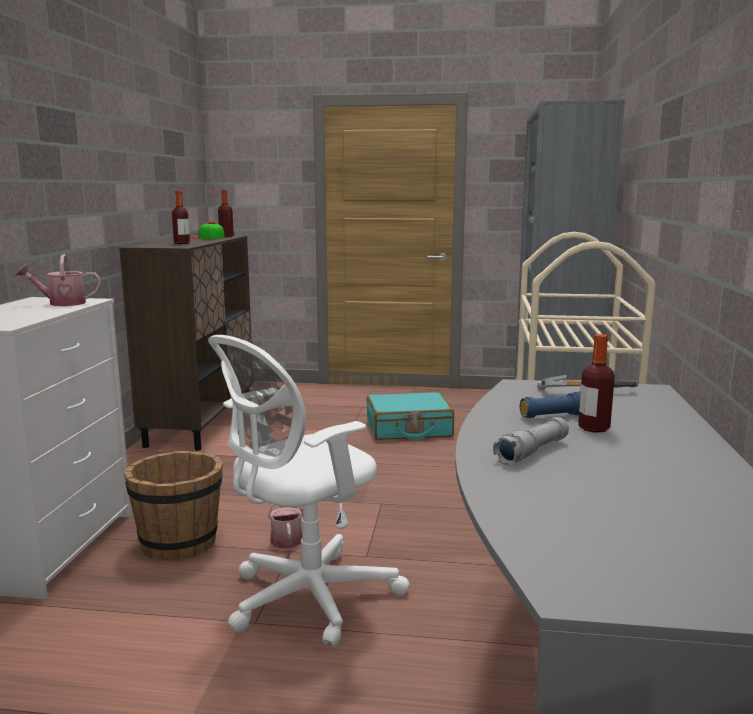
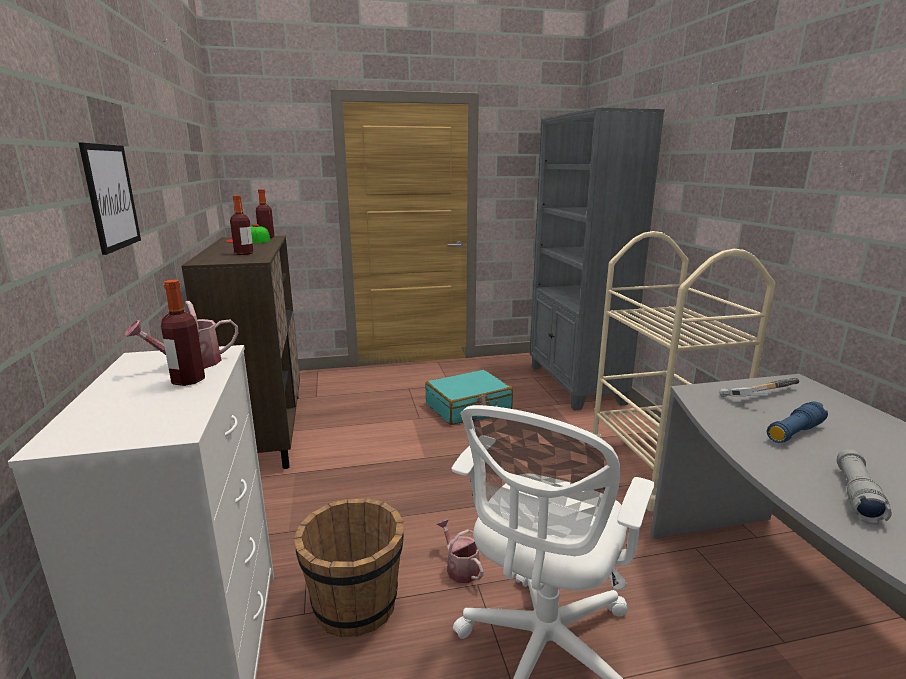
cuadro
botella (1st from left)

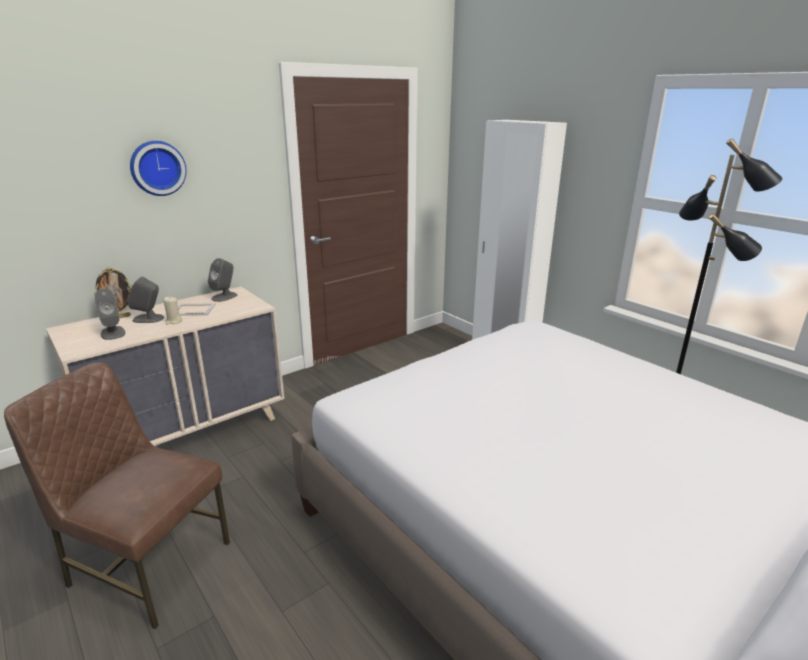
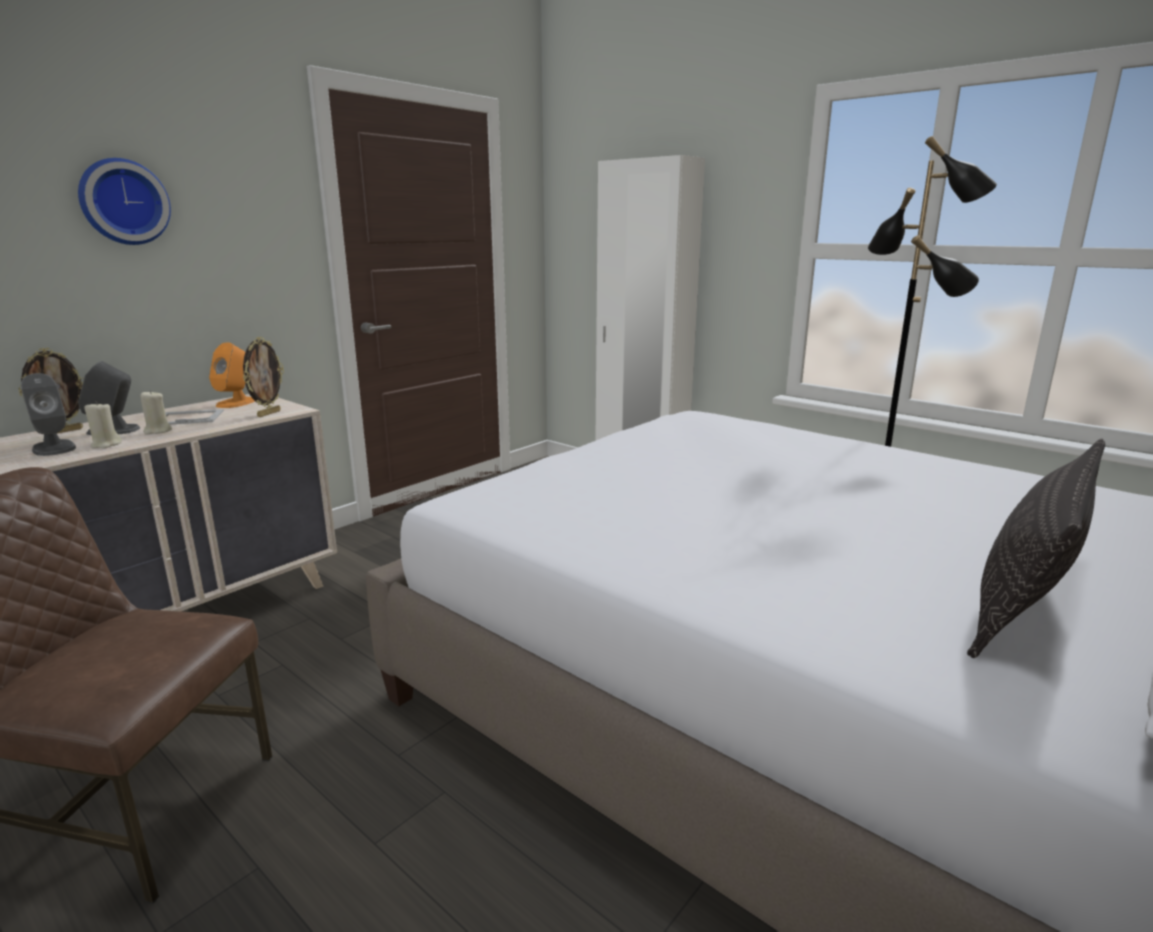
vela/beis (1st from left)
portarretratos (3rd from left)
cojín
altavoz/naranja

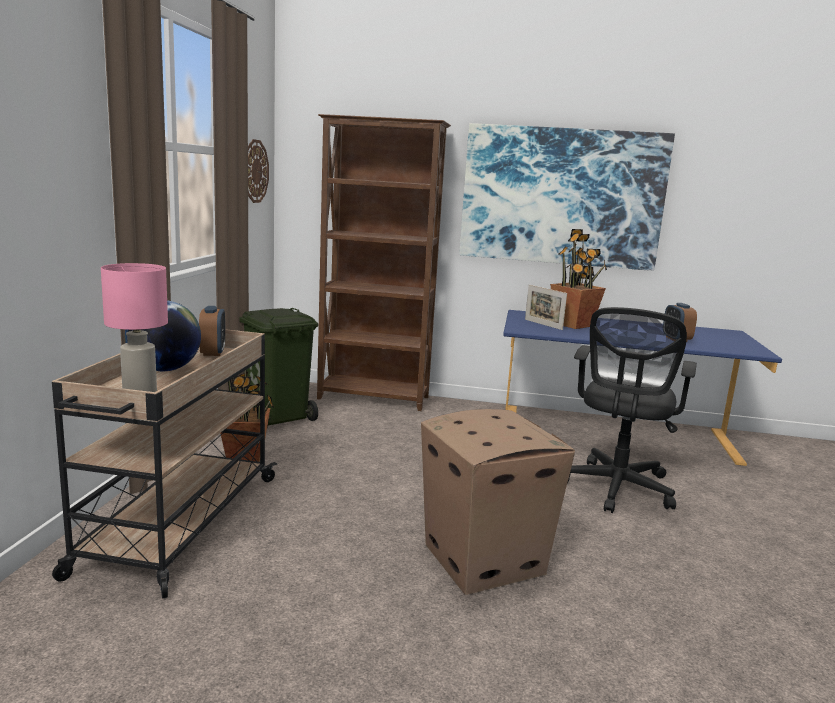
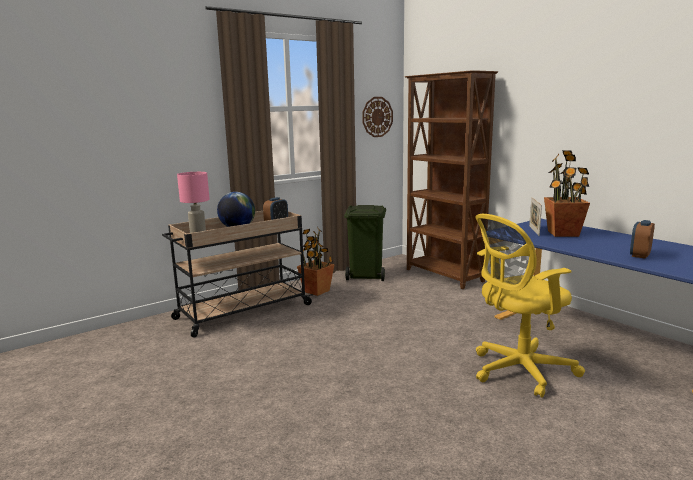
caja de cartón
cuadro
silla de oficina/amarillo

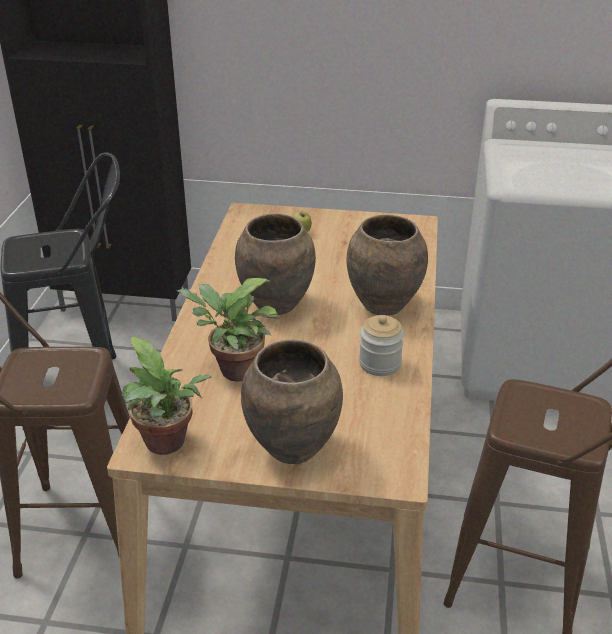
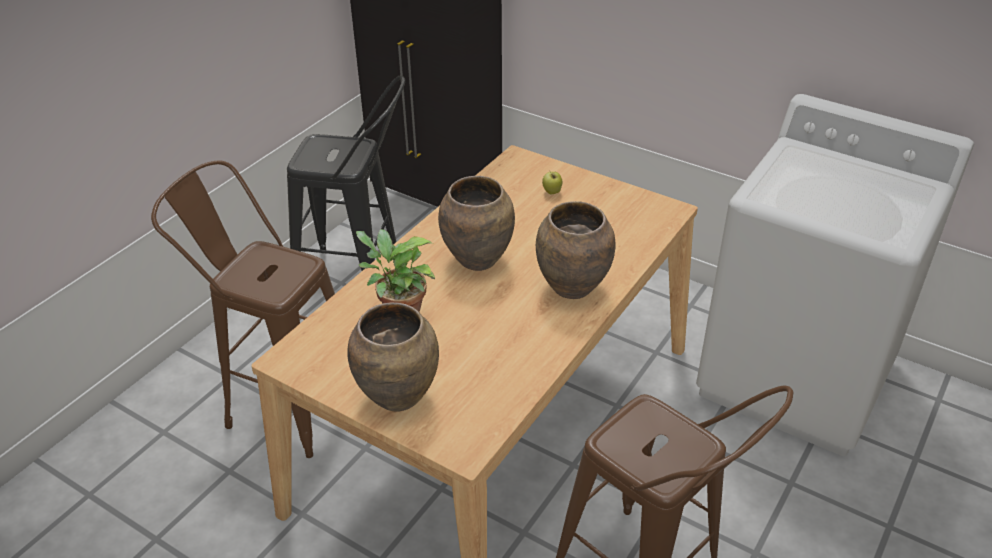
planta en maceta (1st from left in the first image)
tarro

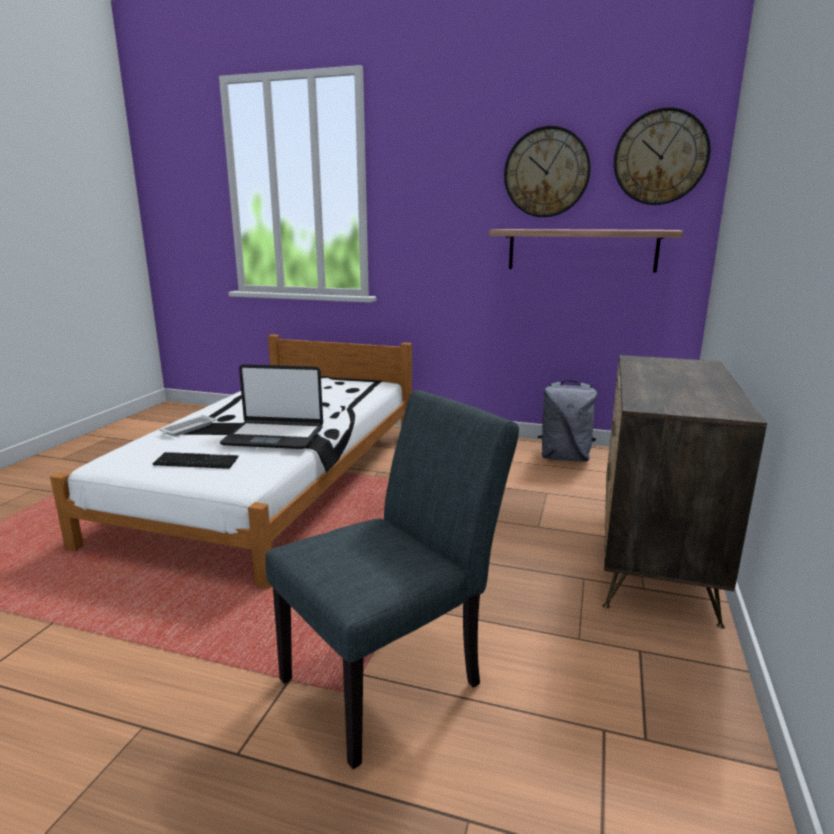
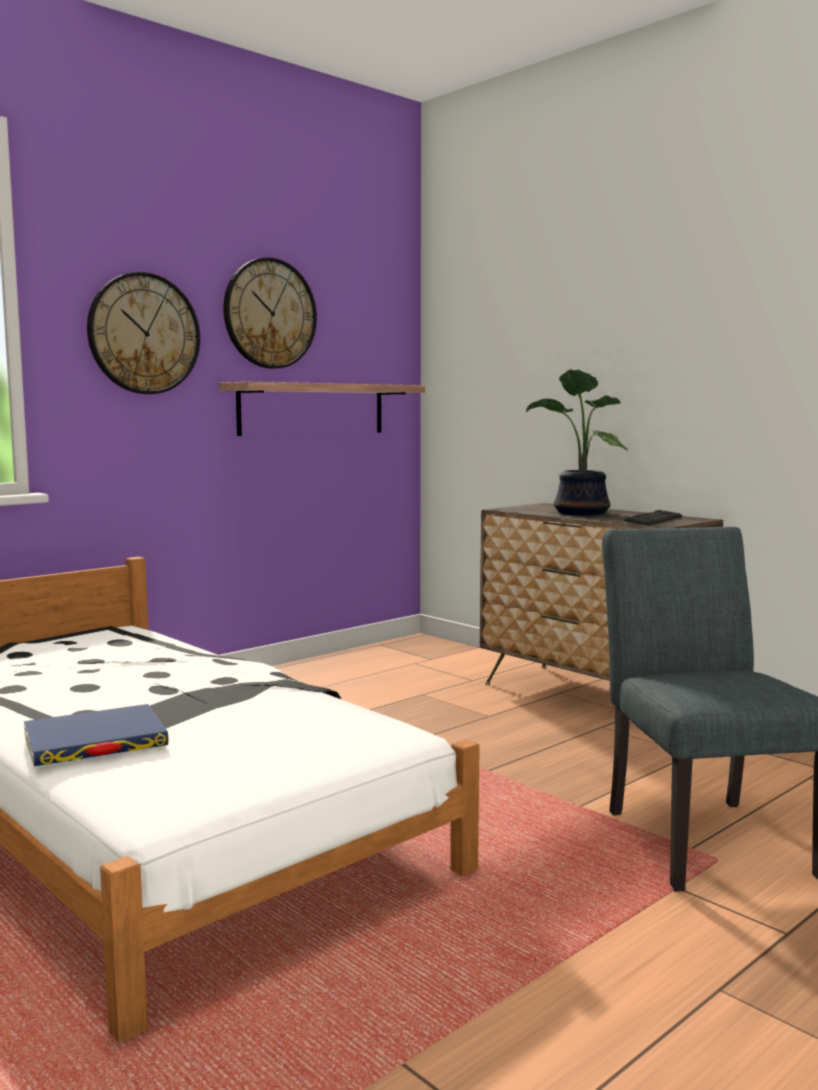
portátil
mochila/gris
planta en maceta
teclado
reloj de pared (1st from left)
libro/azul

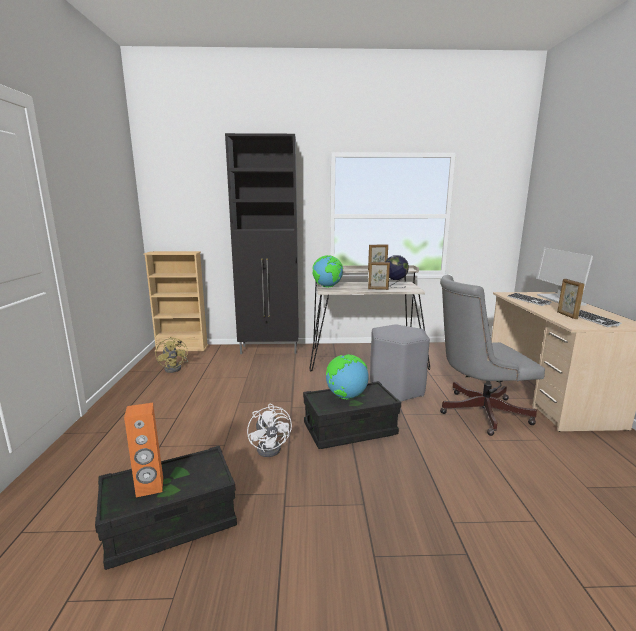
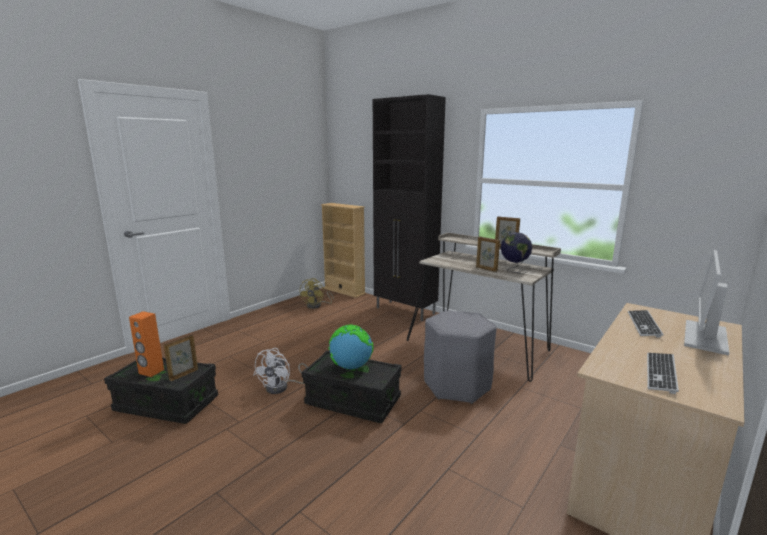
globo terráqueo (1st from left in the first image)
silla de oficina/gris
portarretratos (1st from left)

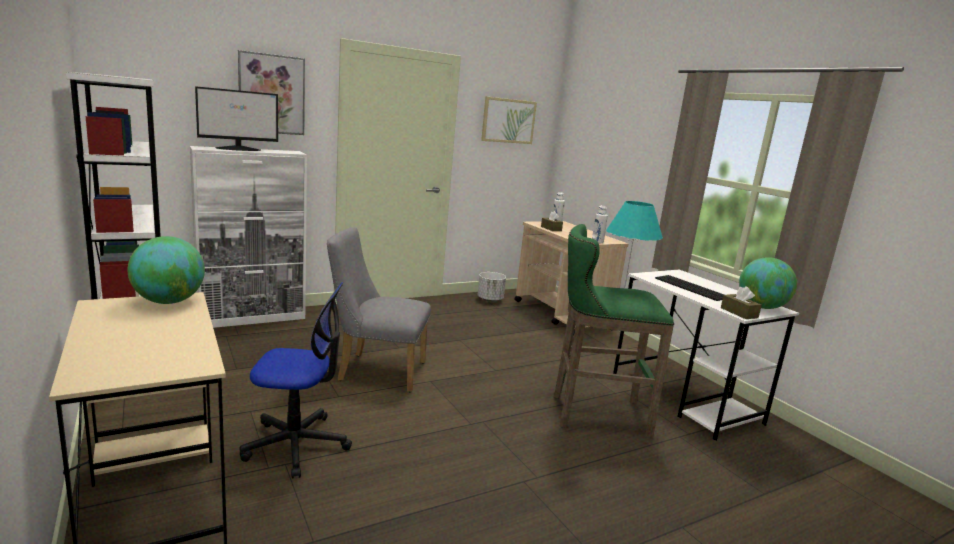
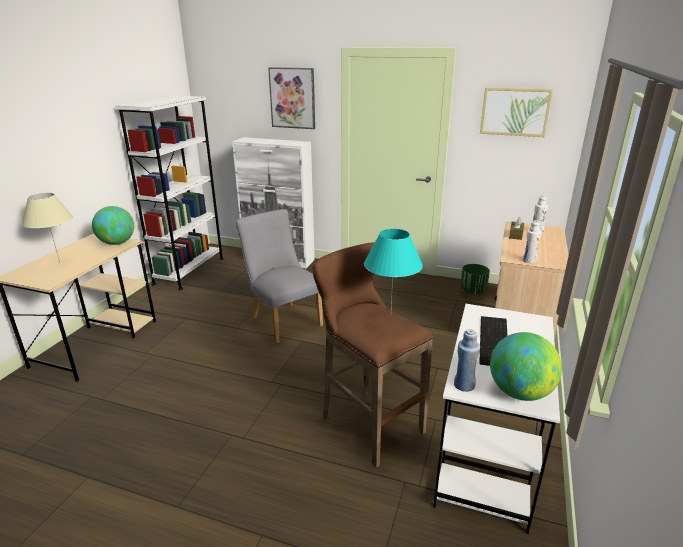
monitor
silla de oficina
lámpara de mesa/beis
botella/azul
maceta/verde
taburete/marrón

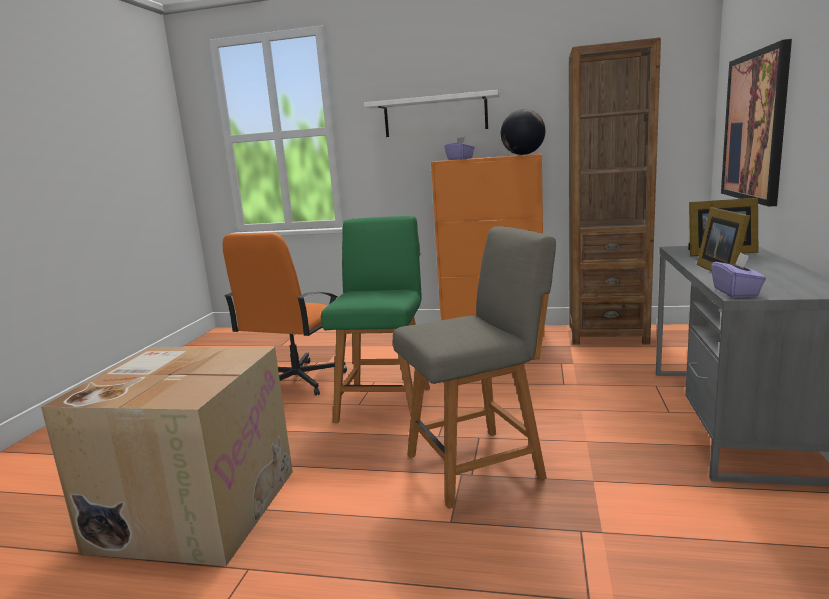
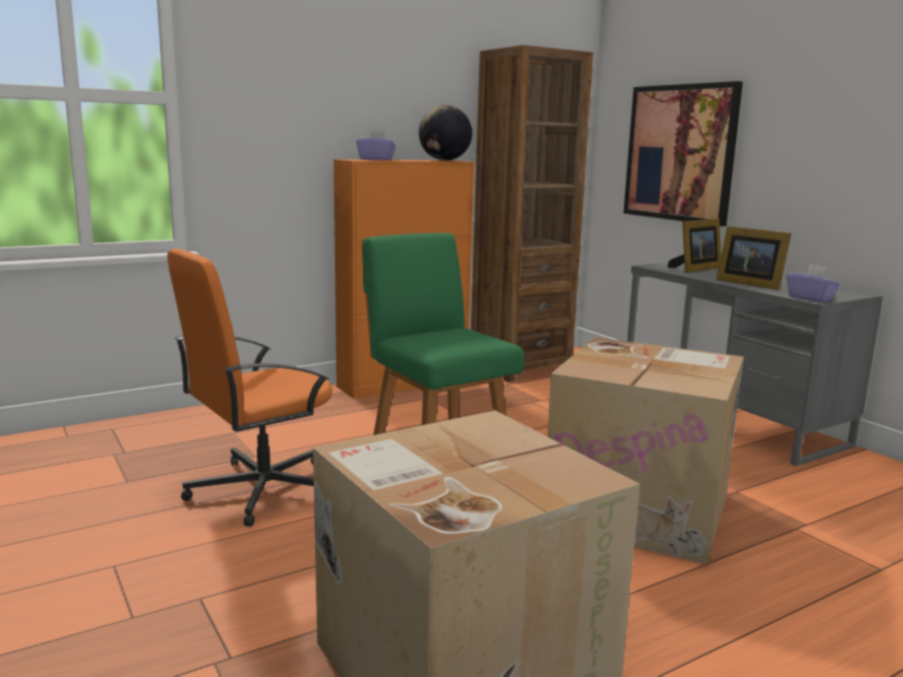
estante/blanco
caja de cartón (2nd from left)
silla de oficina/naranja

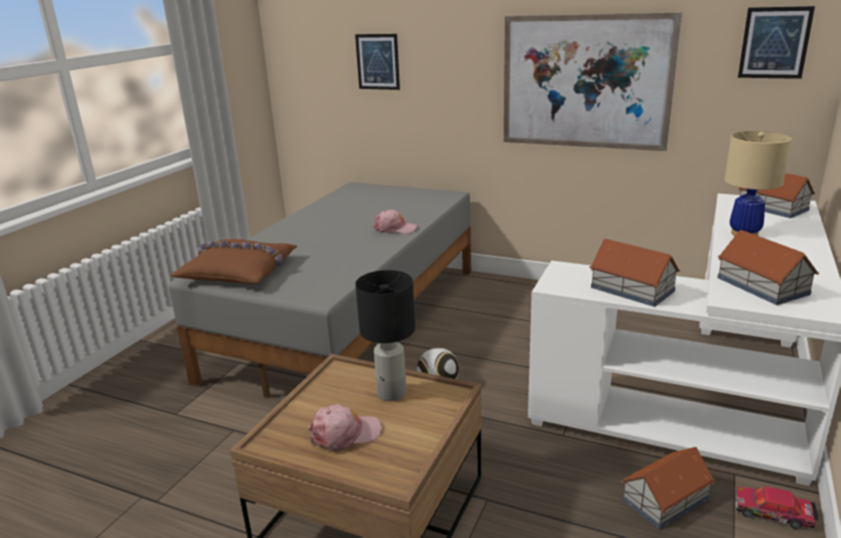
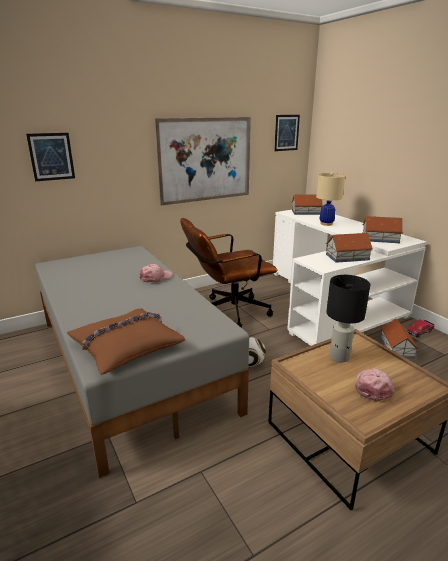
silla de oficina/marrón

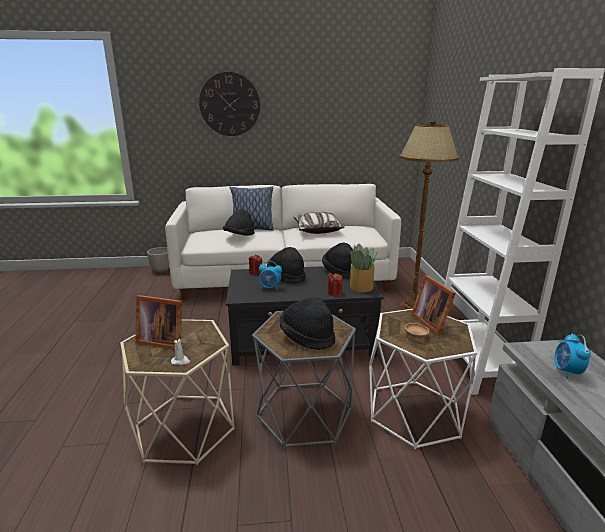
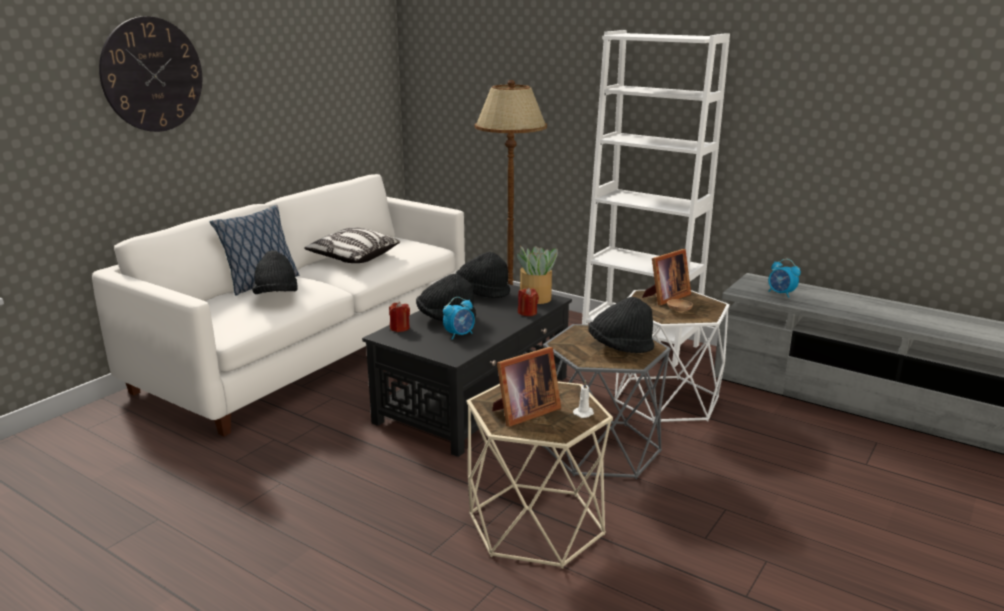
maceta/gris
portarretratos (2nd from left)

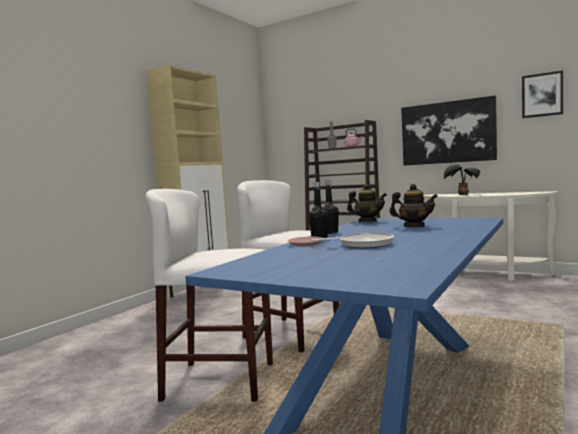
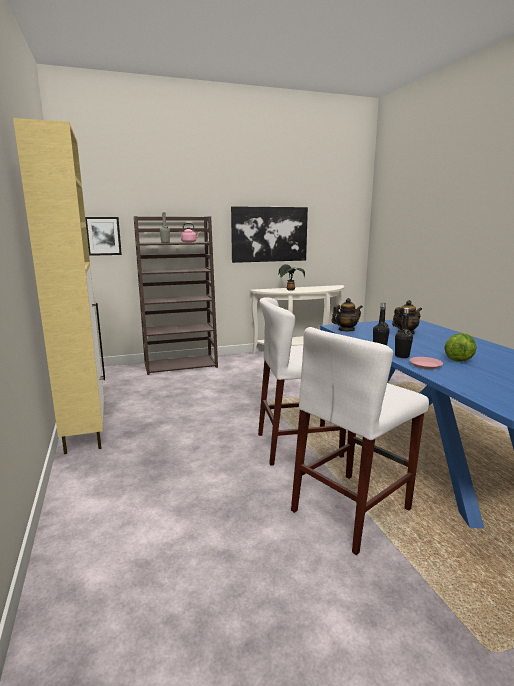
cuadro (1st from left)
lechuga

